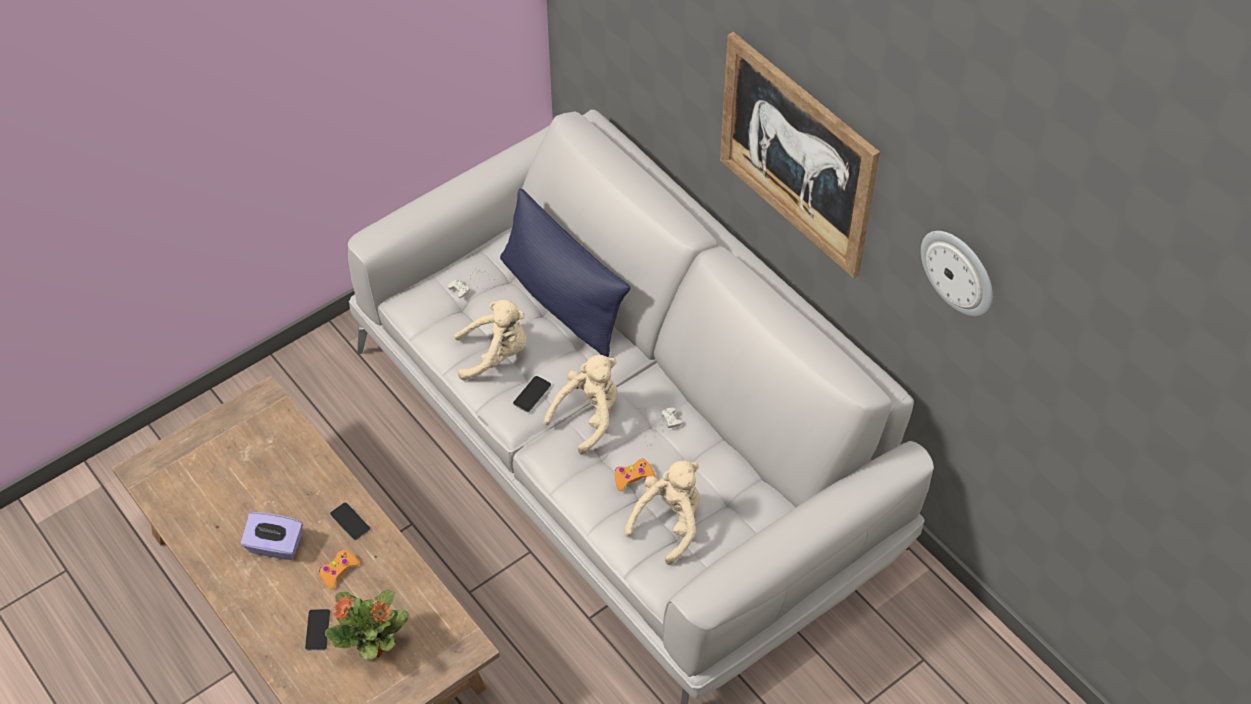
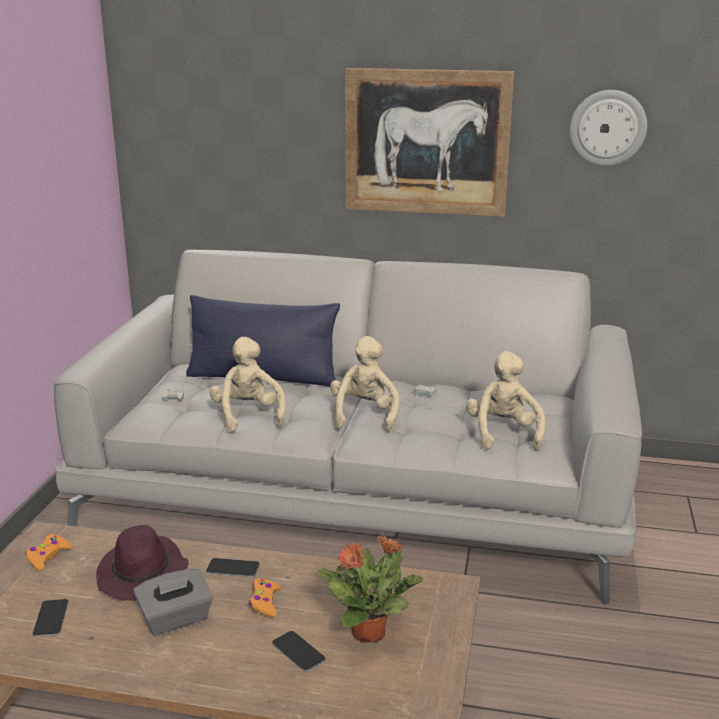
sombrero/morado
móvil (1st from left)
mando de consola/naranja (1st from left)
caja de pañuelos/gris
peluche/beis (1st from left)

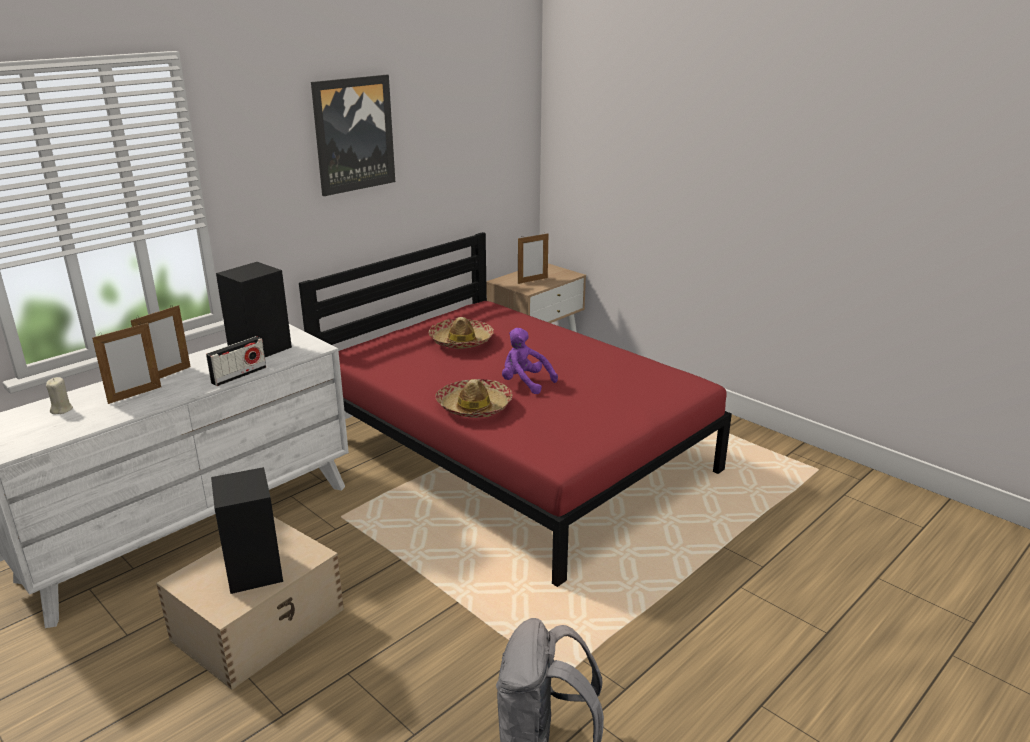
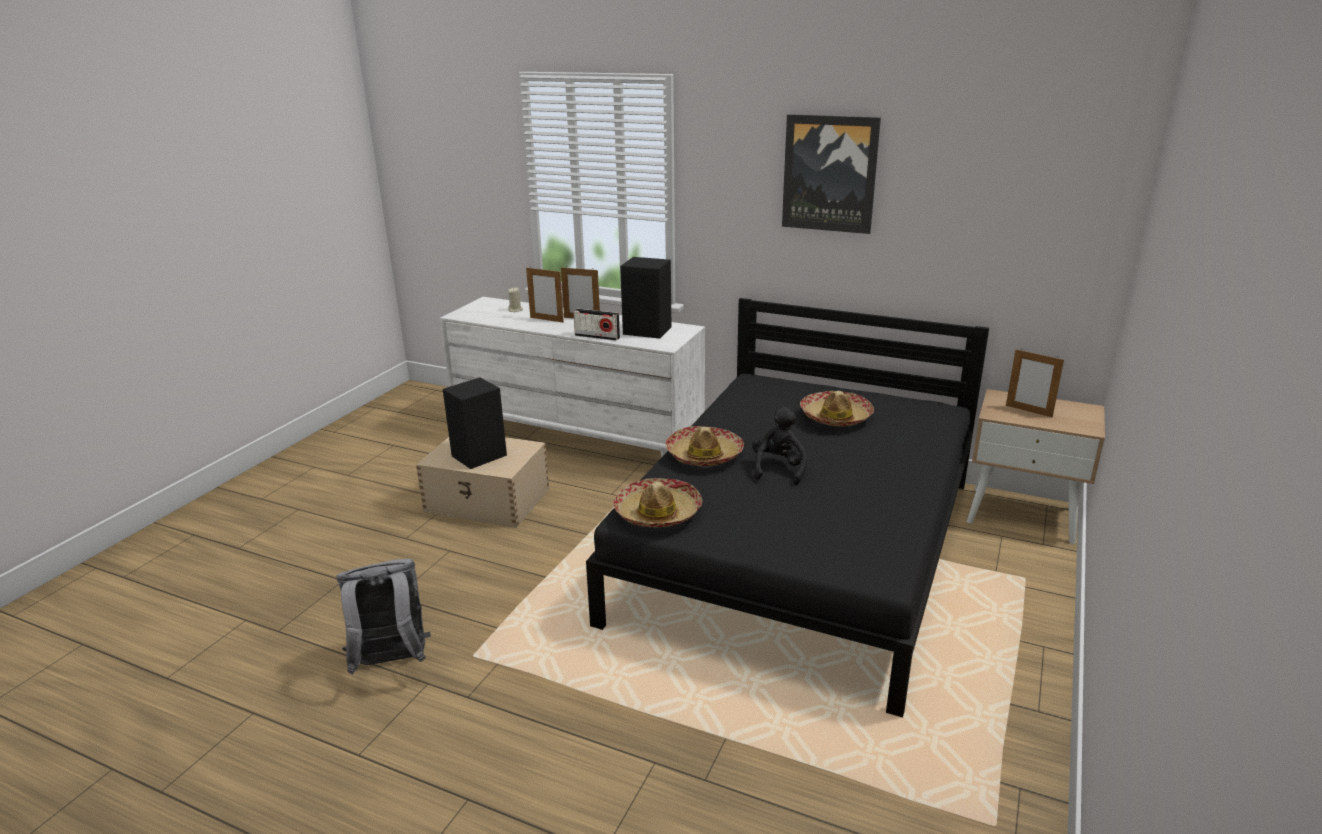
sombrero (1st from left)
cama/negro
peluche/negro

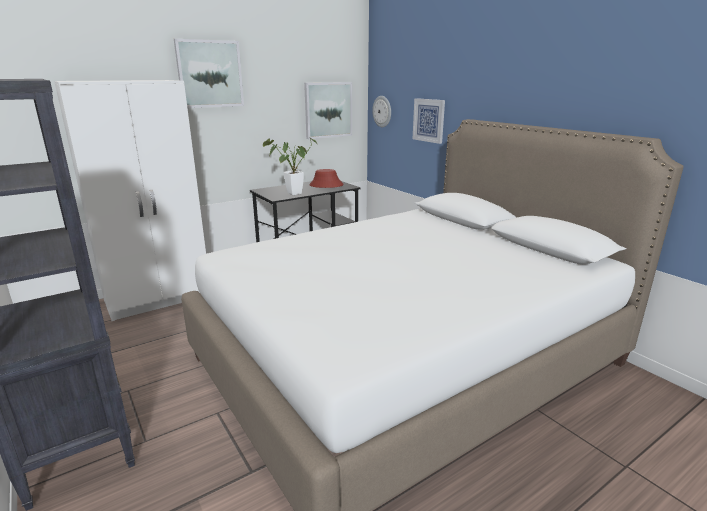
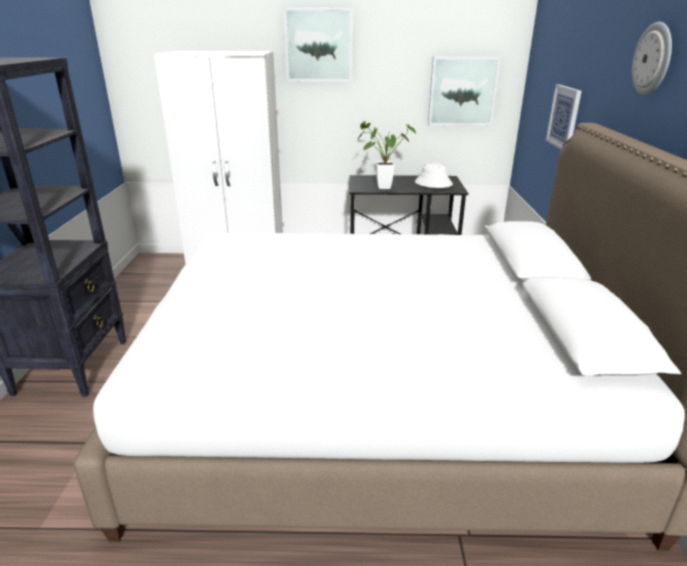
reloj de pared
sombrero/blanco

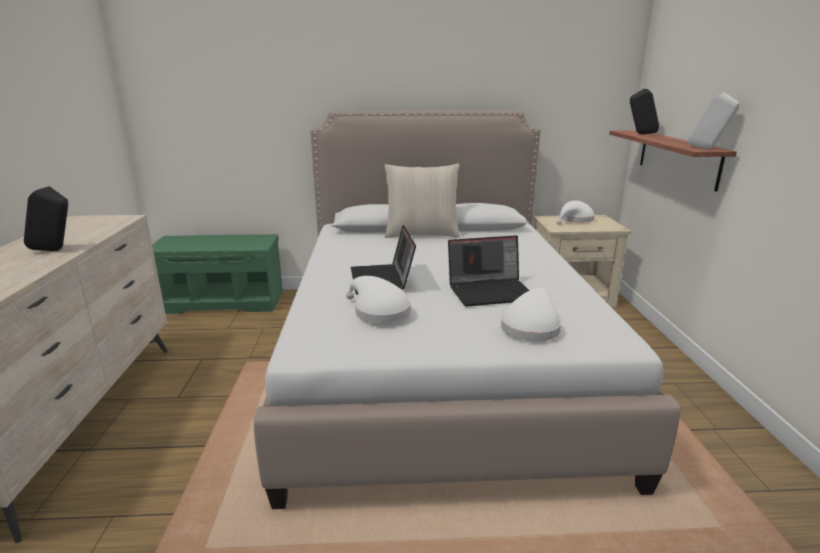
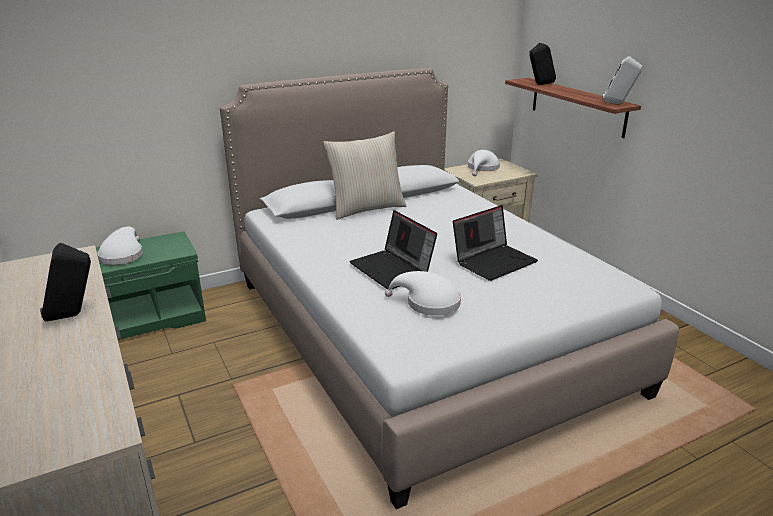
sombrero/blanco (1st from left)

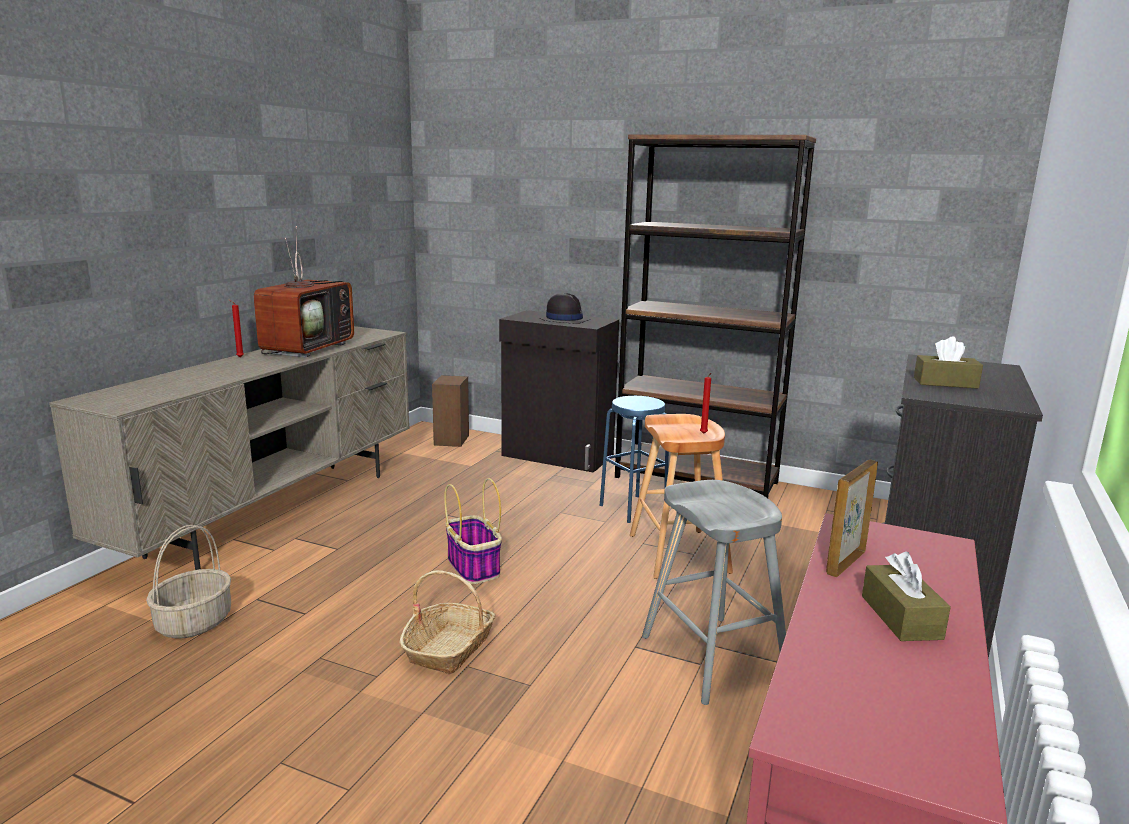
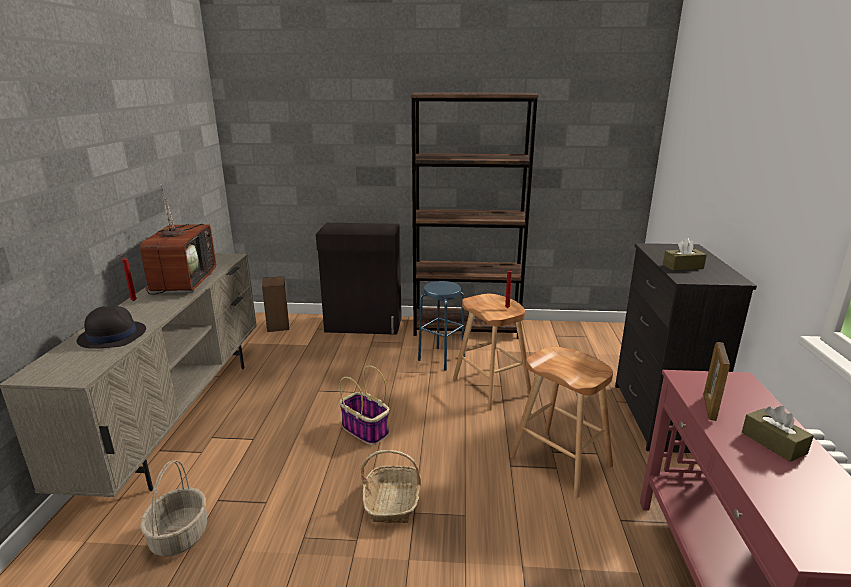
sombrero/negro
taburete/marrón (2nd from left)

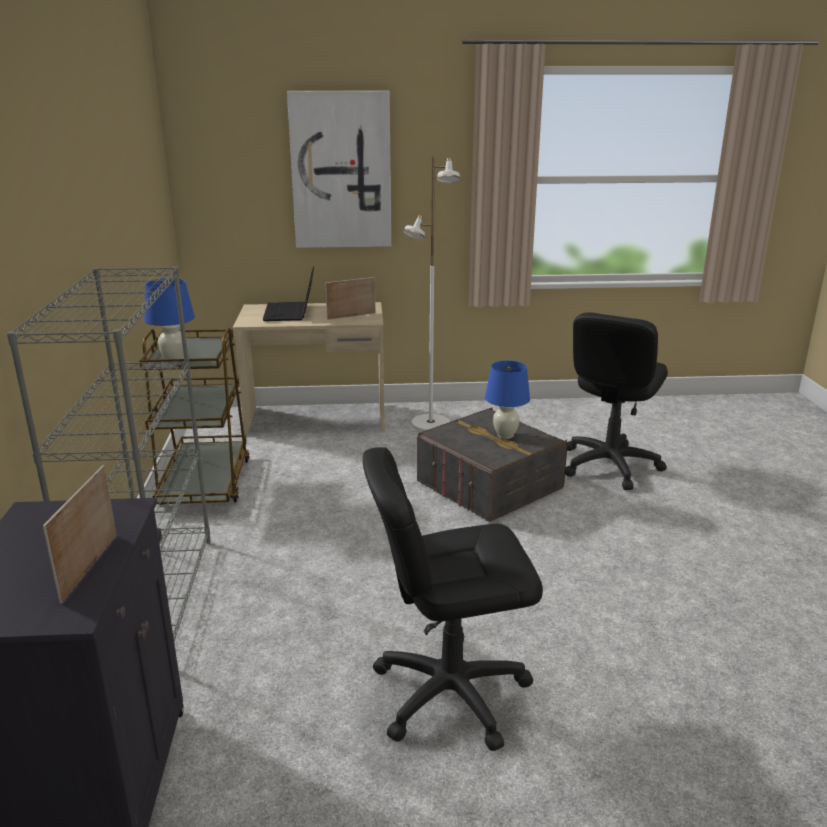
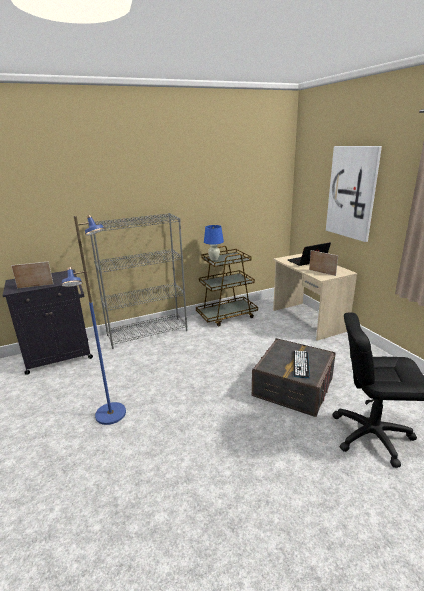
lámpara de pie/blanco
lámpara de pie/azul
teclado

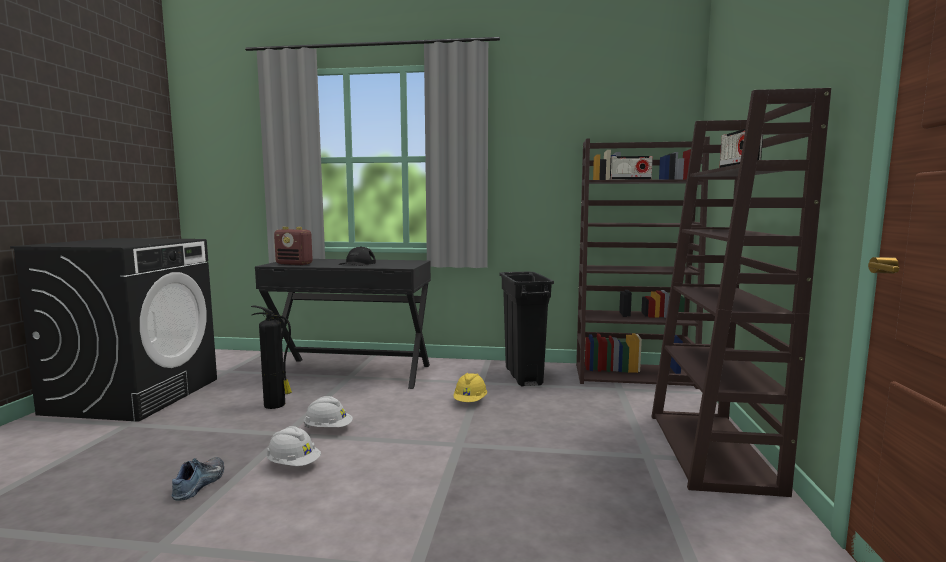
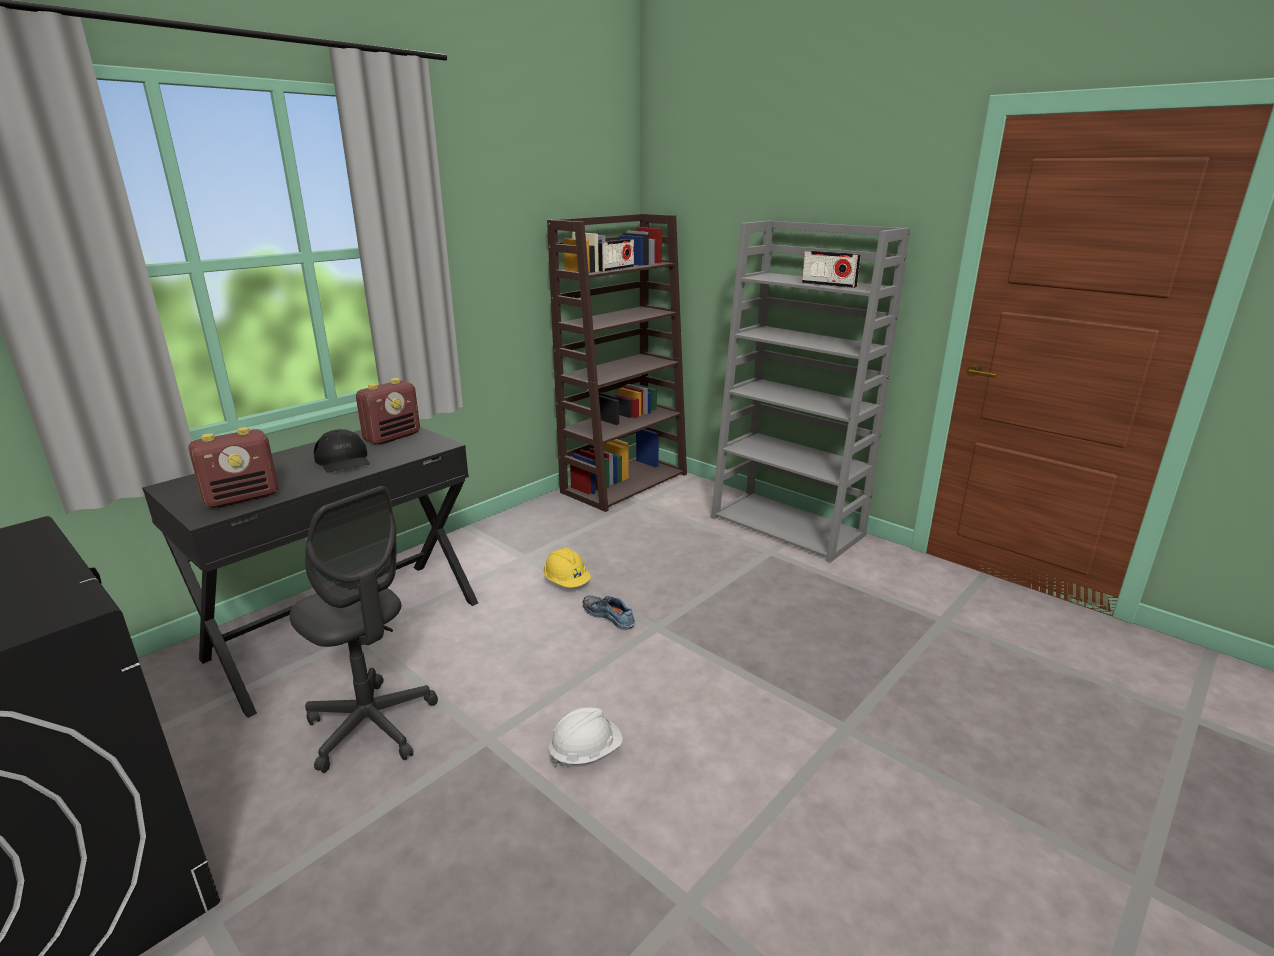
casco/blanco (2nd from left in the first image)
papelera/negro
radio (2nd from left)
zapato
silla de oficina/gris
estantería/gris

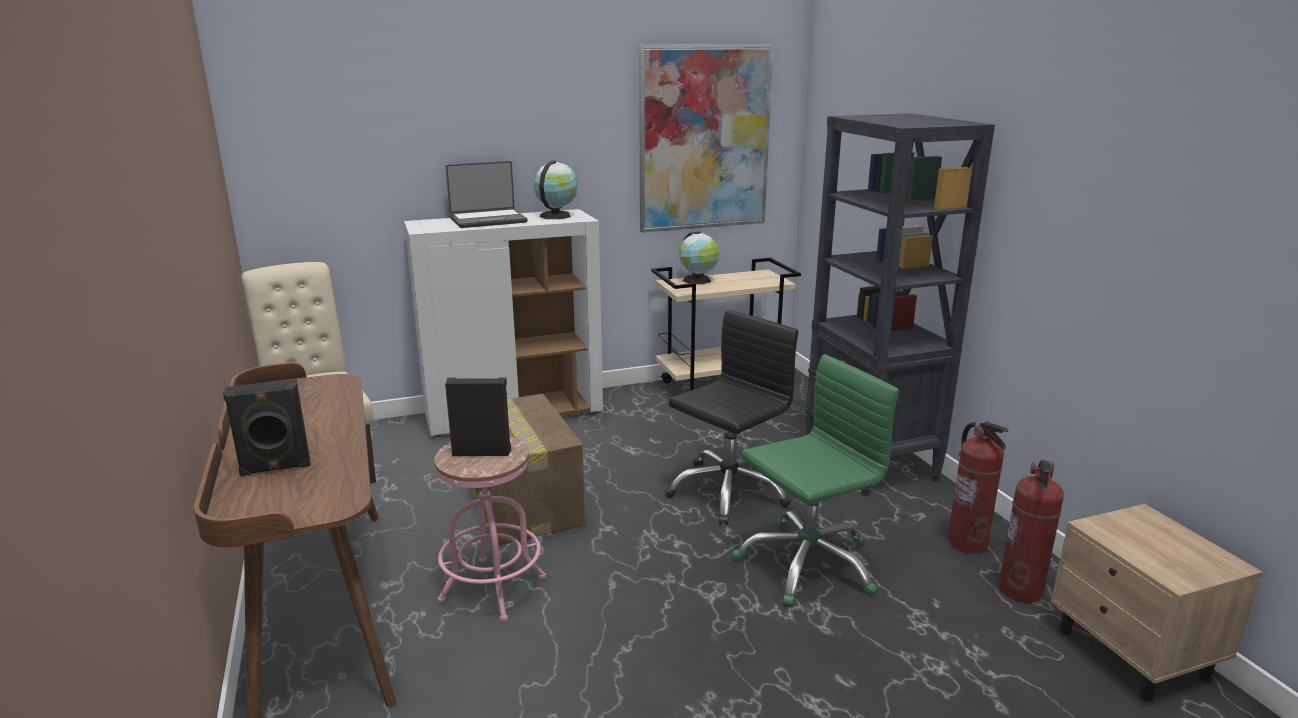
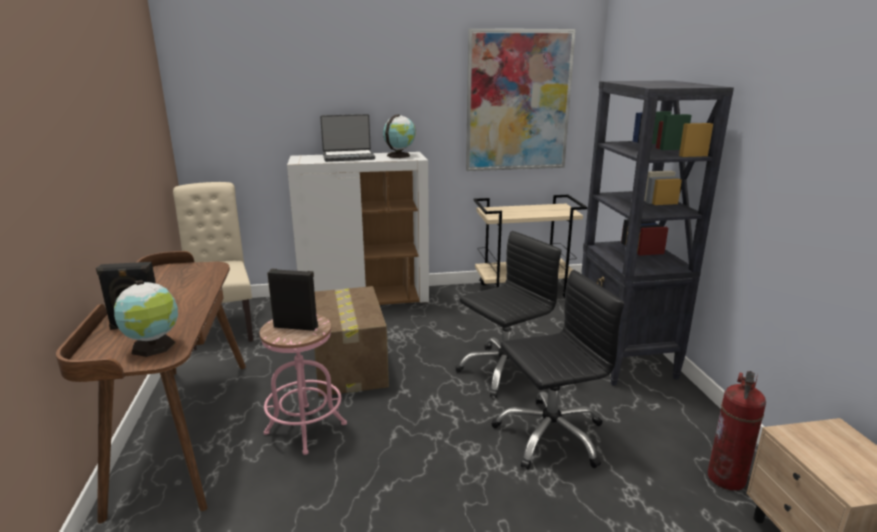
extintor (1st from left in the first image)
globo terráqueo (1st from left)
silla de oficina/negro (2nd from left)

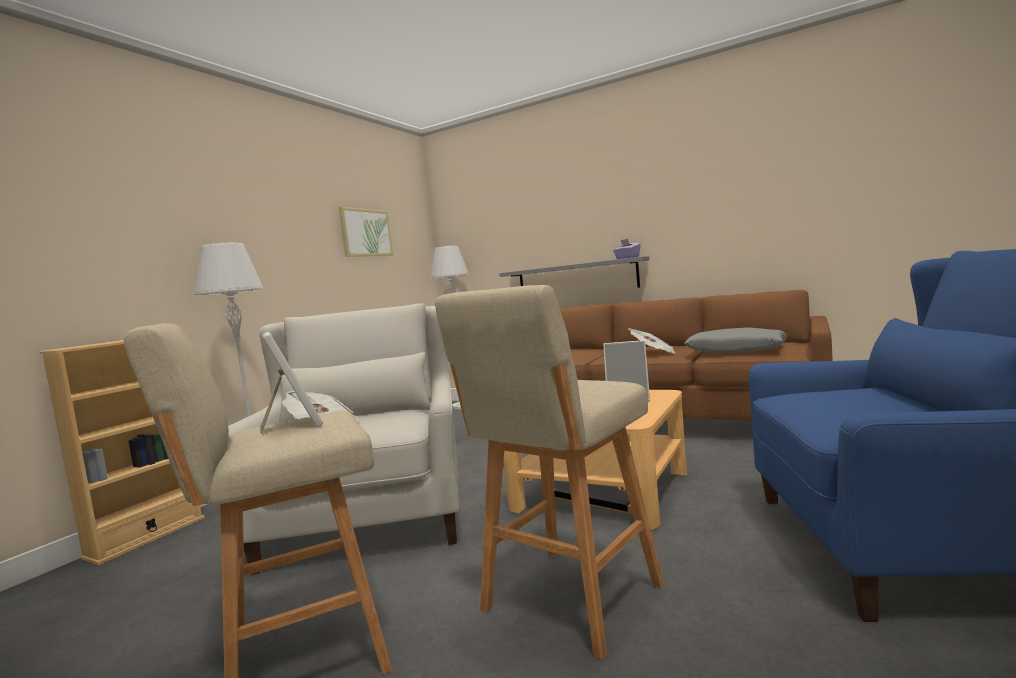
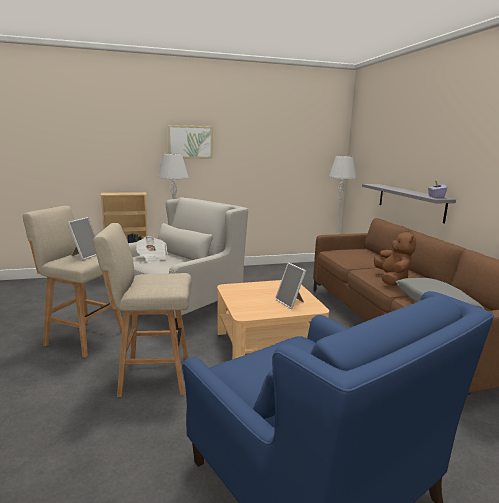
cuadro
peluche/marrón

